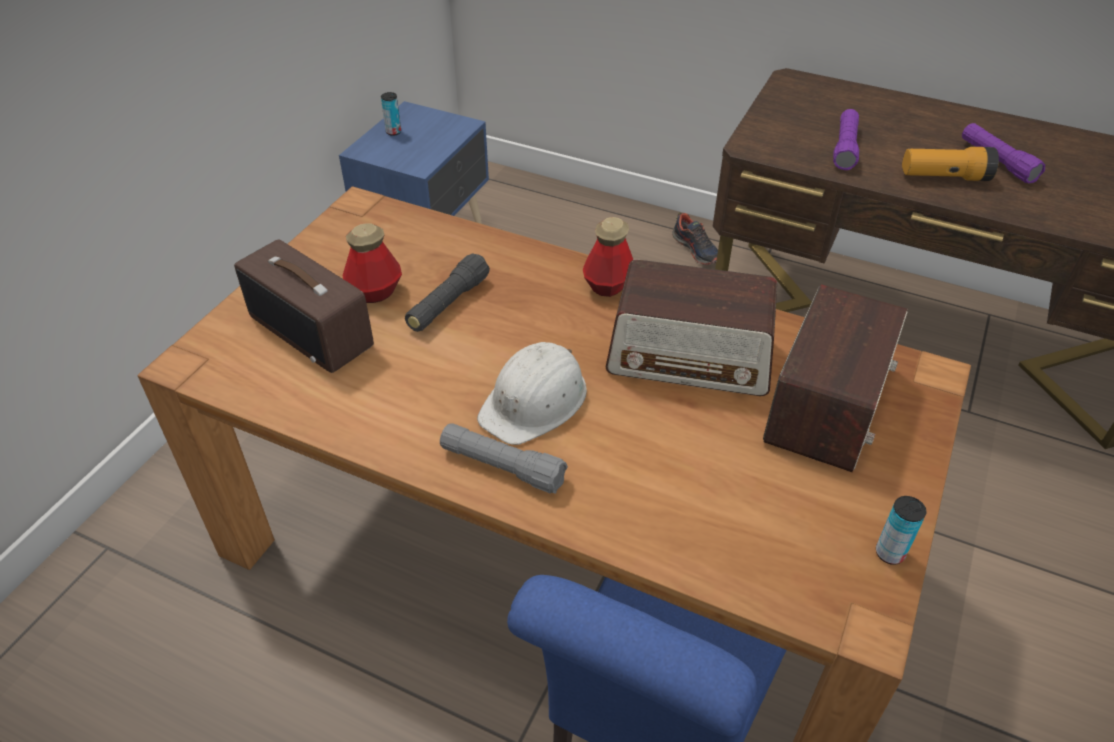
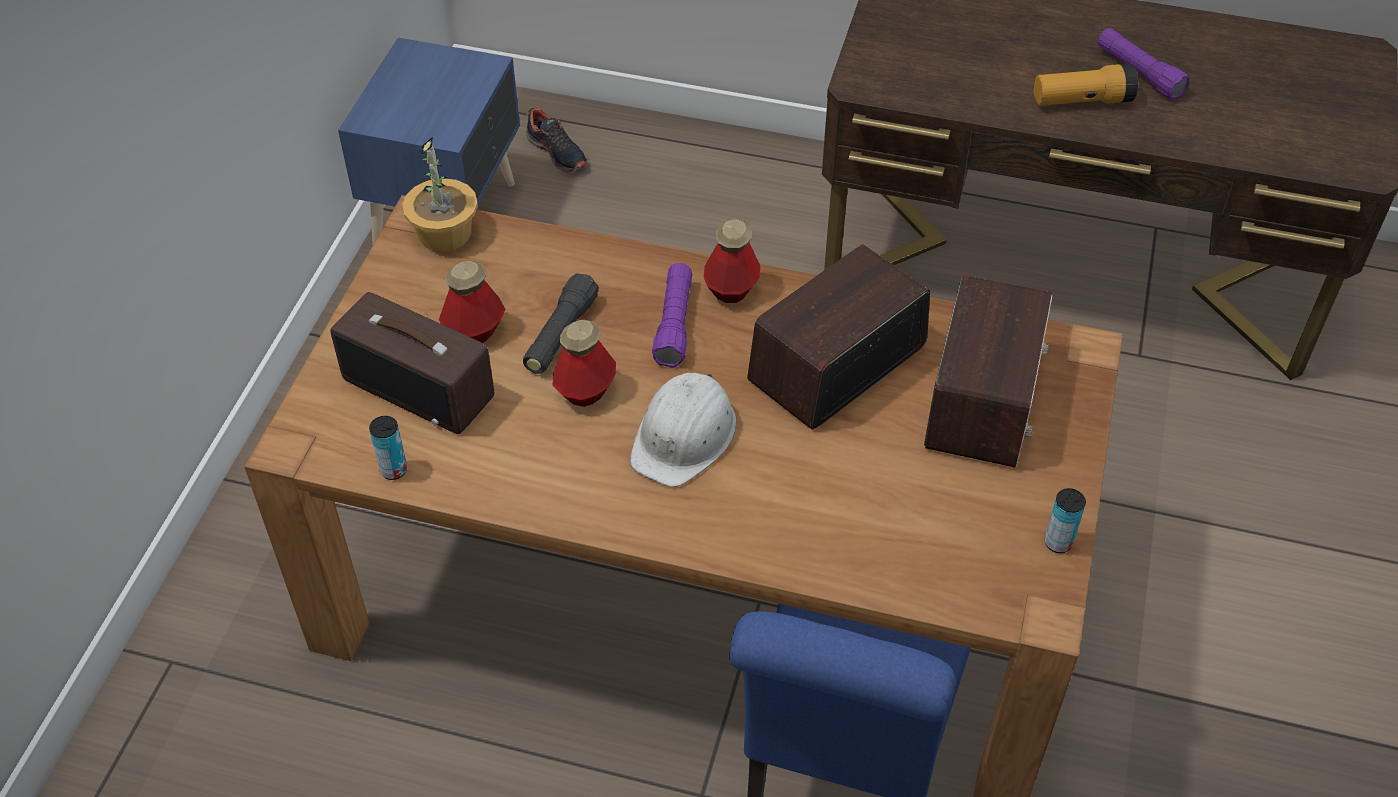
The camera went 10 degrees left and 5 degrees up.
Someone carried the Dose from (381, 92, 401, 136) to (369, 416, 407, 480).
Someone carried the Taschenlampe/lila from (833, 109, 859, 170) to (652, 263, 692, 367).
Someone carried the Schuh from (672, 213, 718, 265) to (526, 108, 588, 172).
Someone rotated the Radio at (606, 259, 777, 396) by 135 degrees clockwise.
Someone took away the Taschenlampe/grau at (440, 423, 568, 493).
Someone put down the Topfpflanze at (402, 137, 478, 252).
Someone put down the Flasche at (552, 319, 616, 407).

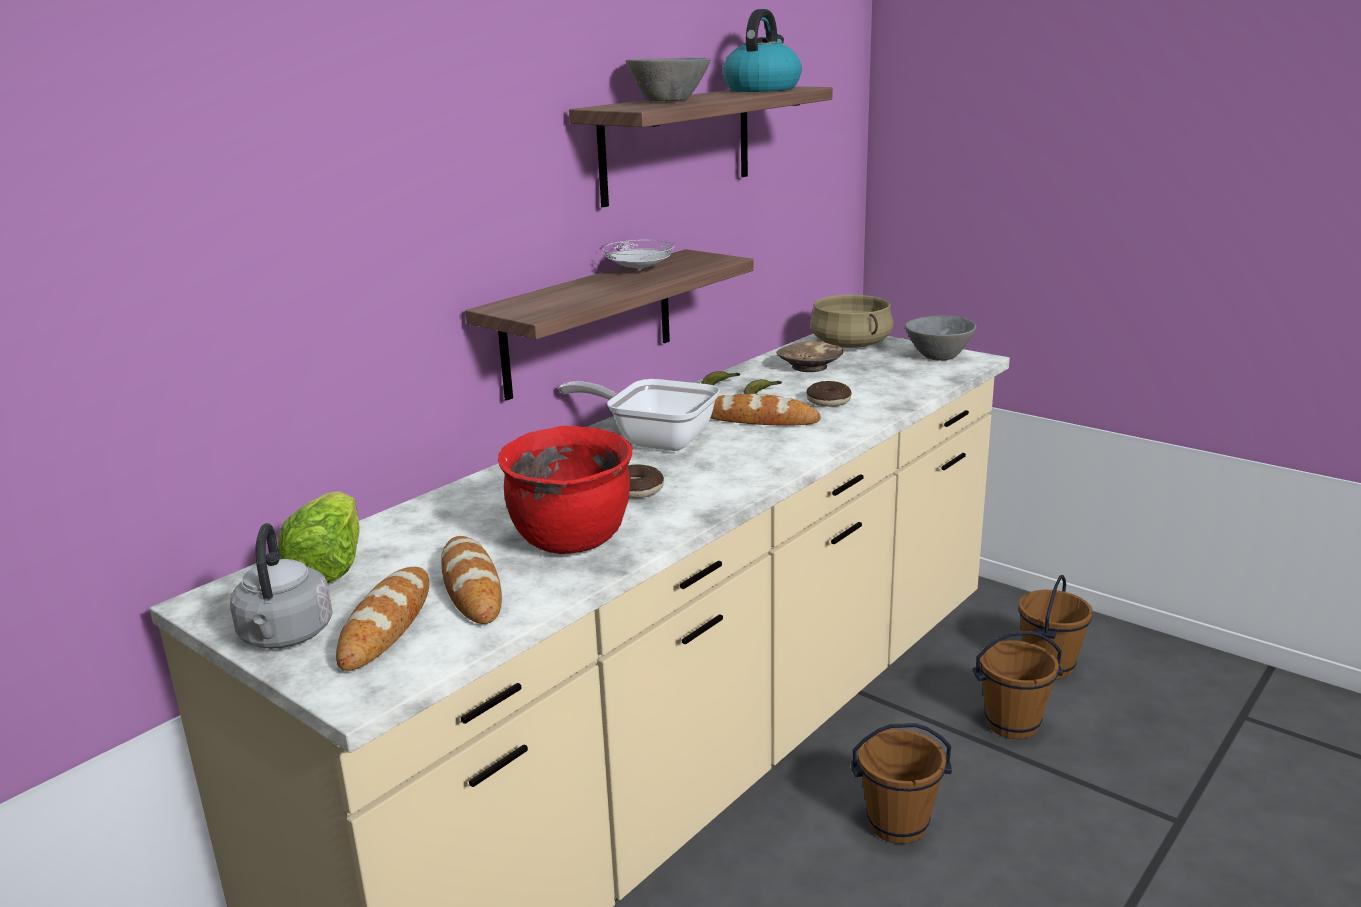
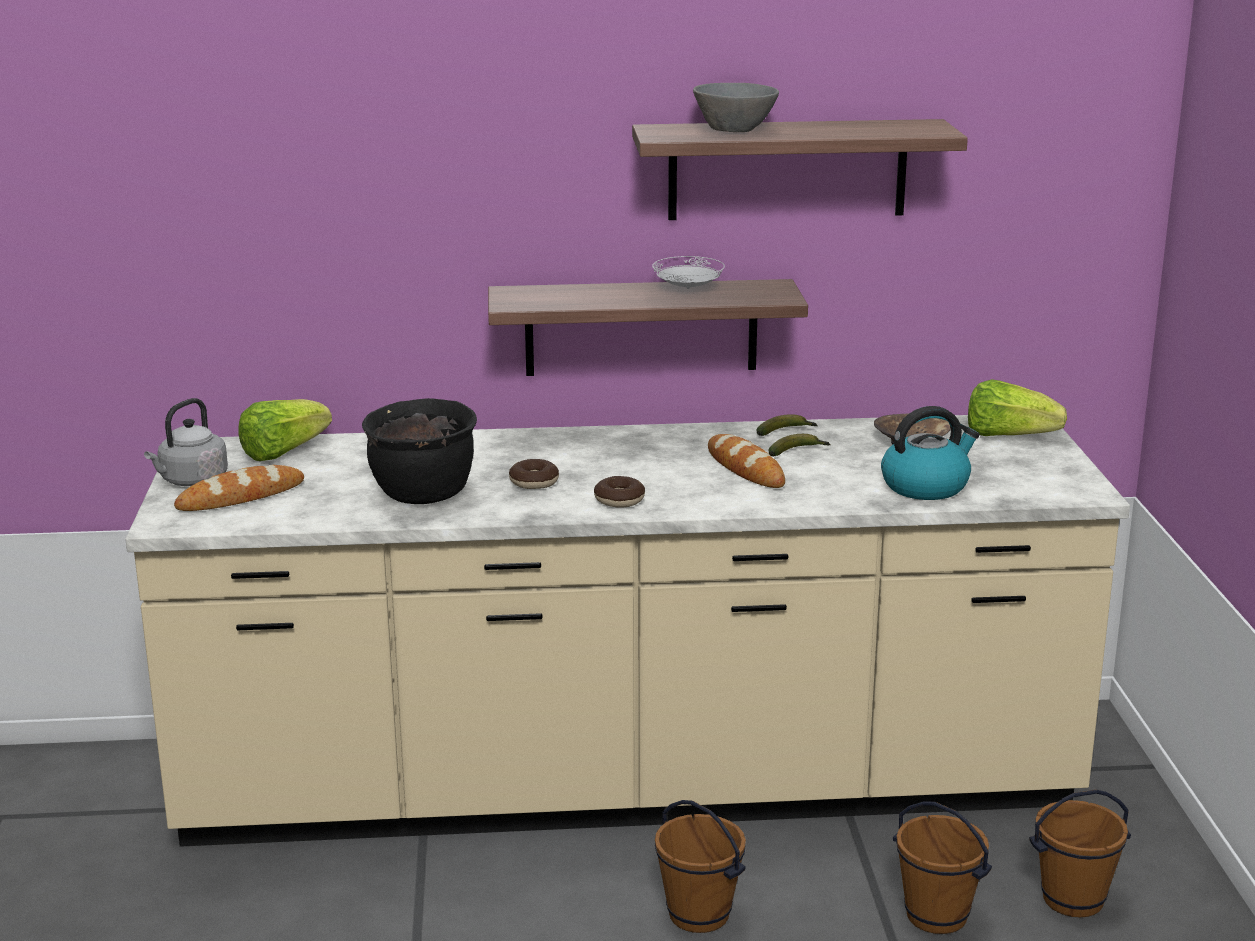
The camera went 45 degrees right and 0 degrees up.
Someone carried the Wasserkessel from (723, 9, 802, 92) to (881, 406, 980, 500).
Someone swapped the Kochtopf/beige at (810, 295, 893, 348) for the Salatkopf at (968, 379, 1067, 436).
Someone took away the Schüssel/grau at (905, 316, 976, 361).
Someone took away the Pfanne at (559, 379, 720, 451).
Someone carried the Donut from (806, 381, 852, 407) to (594, 476, 645, 508).
Someone repainted the Kochtopf/rot at (498, 426, 632, 554), which became the Kochtopf/schwarz at (362, 398, 477, 504).
Someone took away the Brot at (442, 536, 502, 624).

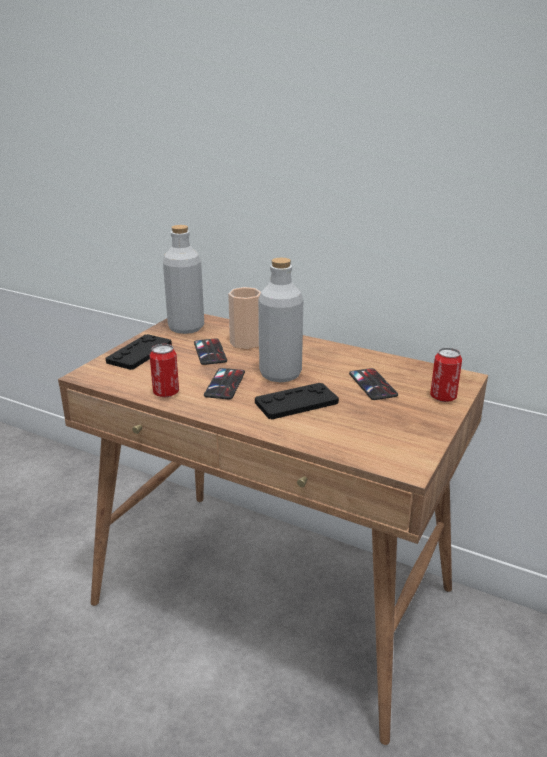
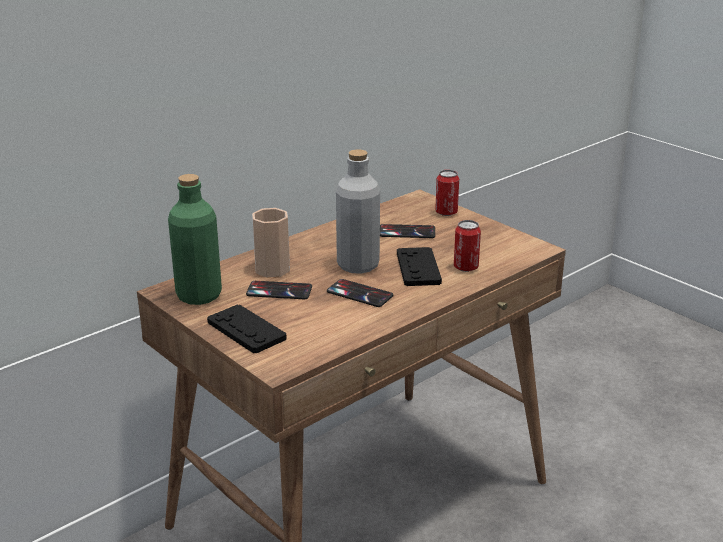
The camera went 70 degrees left and 0 degrees up.
Someone repainted the Flasche/grau at (163, 225, 204, 334), which became the Flasche/grün at (168, 174, 222, 305).
Someone carried the Dose from (149, 344, 179, 397) to (454, 220, 481, 272).

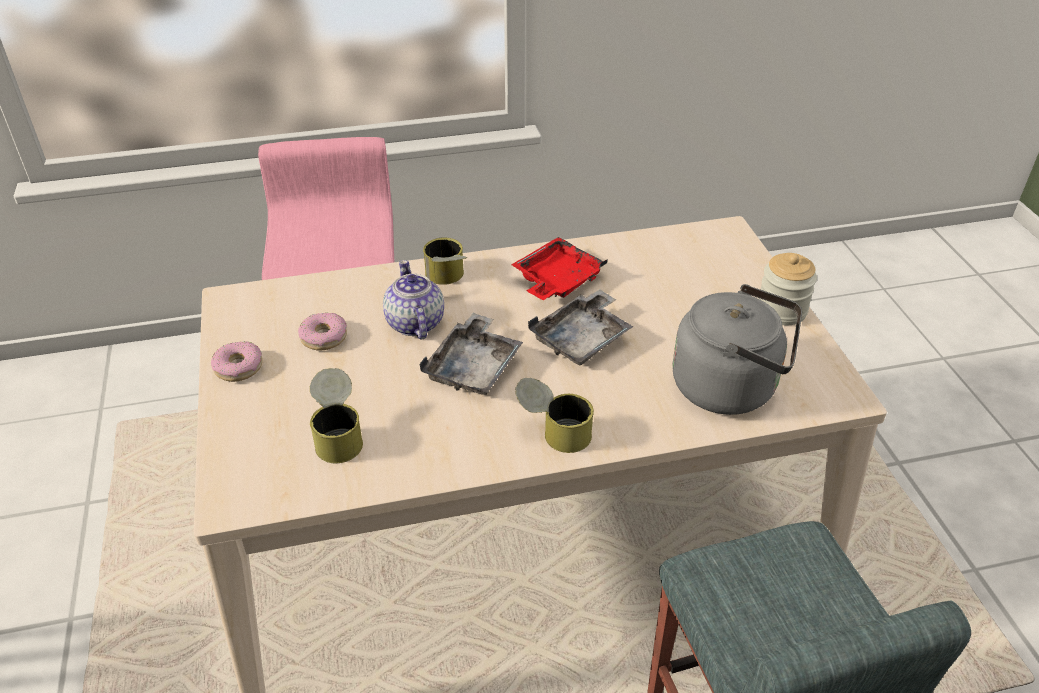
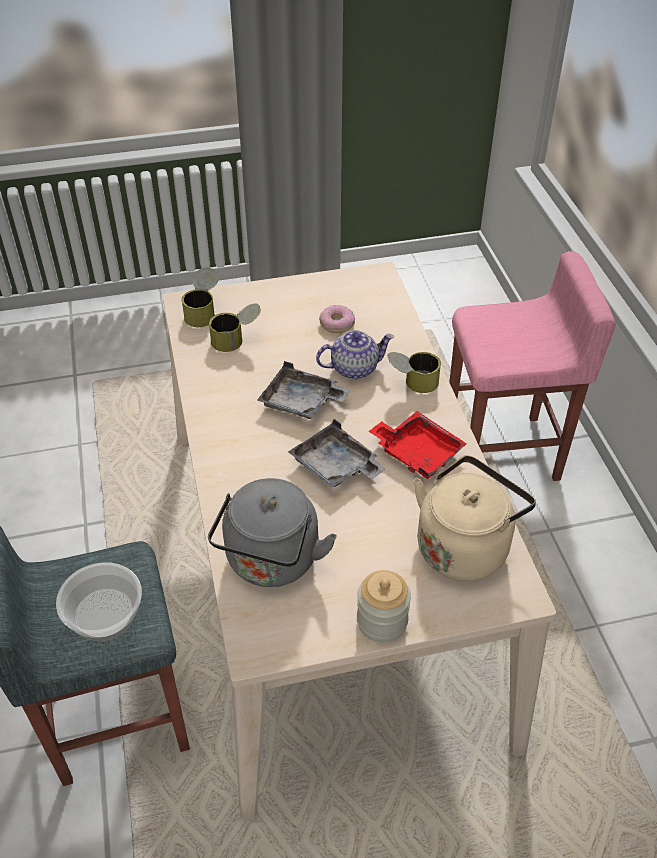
The camera went 90 degrees right and 5 degrees up.
Someone took away the Donut at (211, 341, 262, 382).
Someone carried the Dose from (515, 378, 594, 453) to (182, 267, 218, 327).
Someone put down the Wasserkessel/beige at (414, 455, 536, 581).
Someone put down the Schüssel at (56, 562, 142, 641).

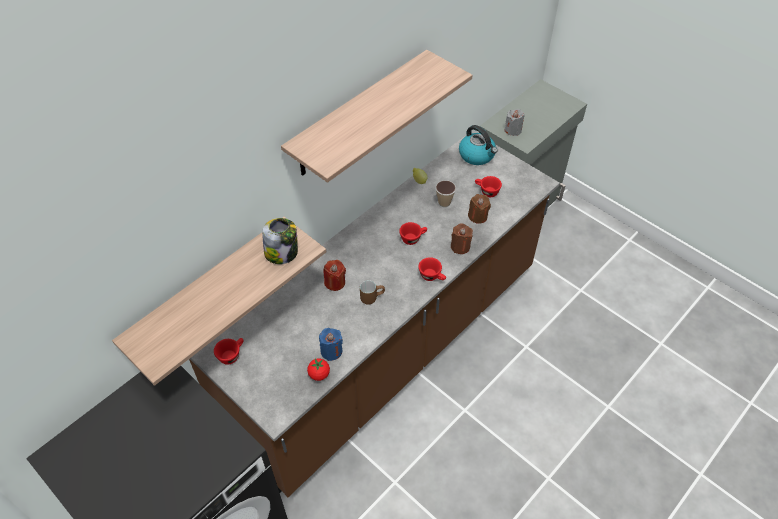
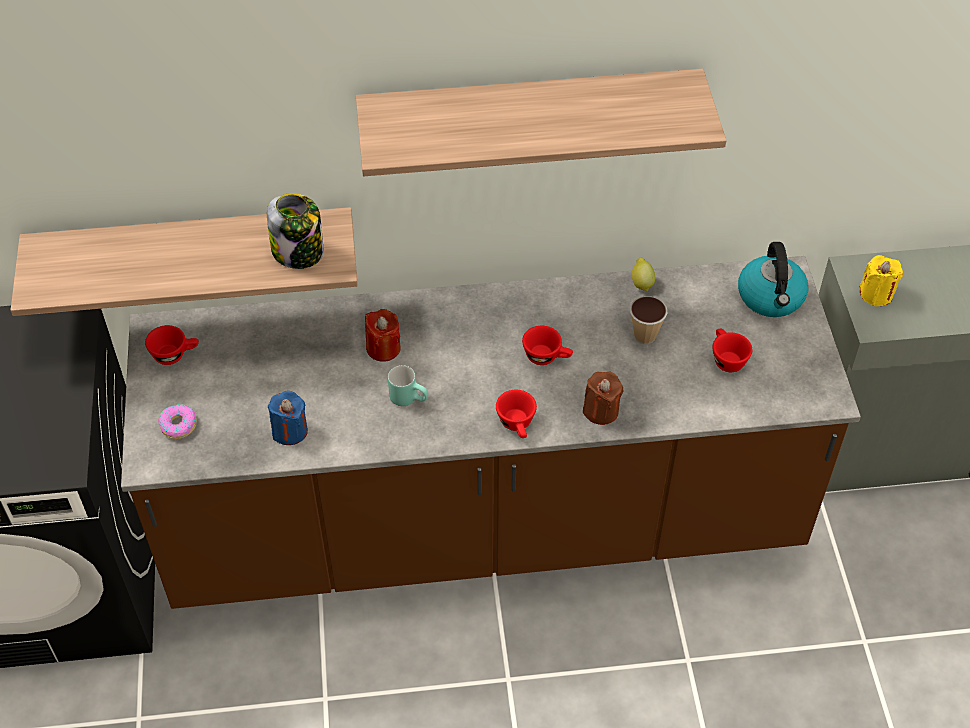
The camera went 40 degrees right and 0 degrees up.
Someone repainted the Kerze/grau at (504, 109, 525, 136), which became the Kerze/gelb at (859, 255, 903, 306).
Someone took away the Kerze/braun at (468, 194, 491, 224).
Someone repainted the Henkelbecher/braun at (360, 280, 385, 305), which became the Henkelbecher/türkis at (388, 365, 429, 406).
Someone took away the Tomate at (307, 359, 330, 381).
Someone put down the Donut at (158, 404, 197, 439).

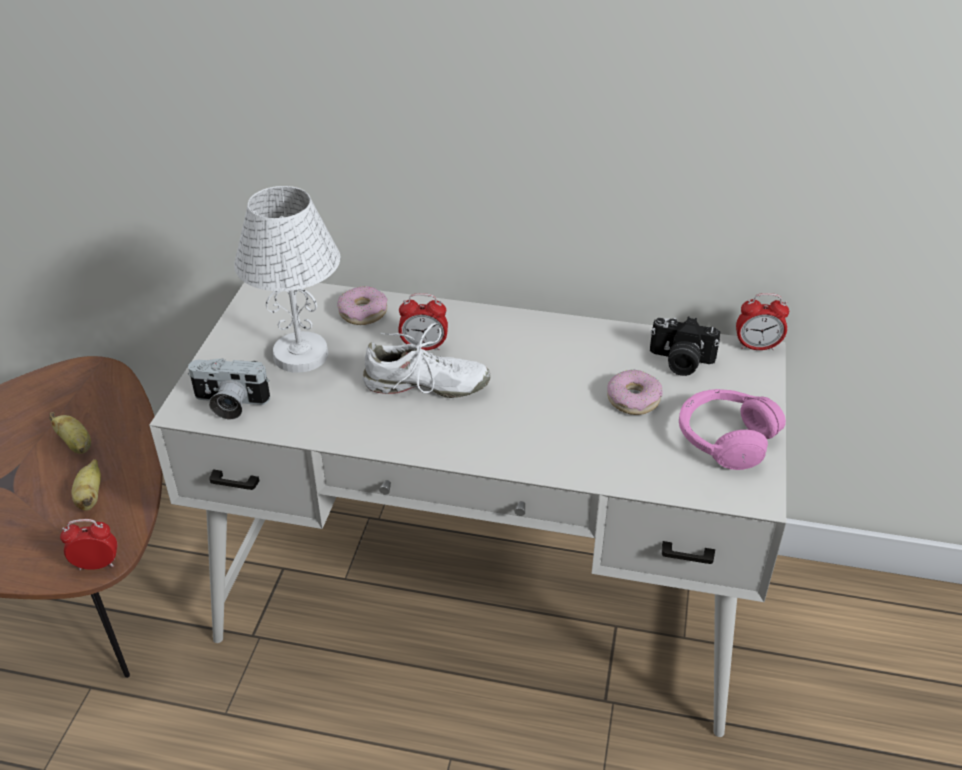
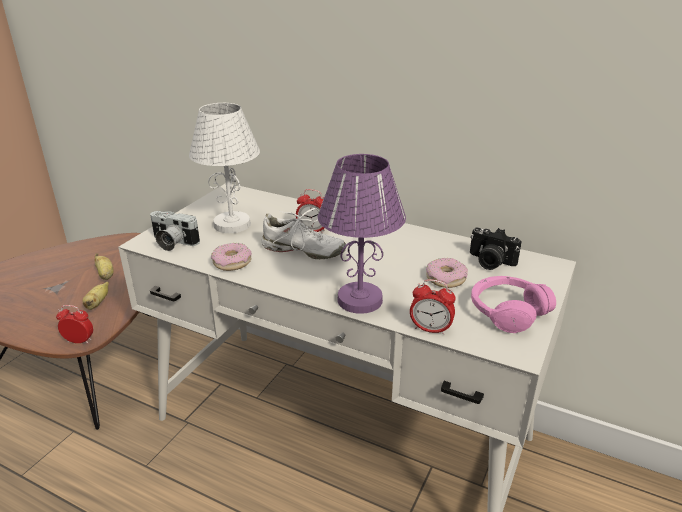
The camera went 15 degrees right and 10 degrees down.
Someone carried the Donut from (337, 286, 387, 325) to (211, 243, 252, 271).
Someone carried the Wecker from (736, 293, 789, 351) to (410, 279, 456, 335).
Someone put down the Tischlampe/lila at (318, 154, 406, 314).

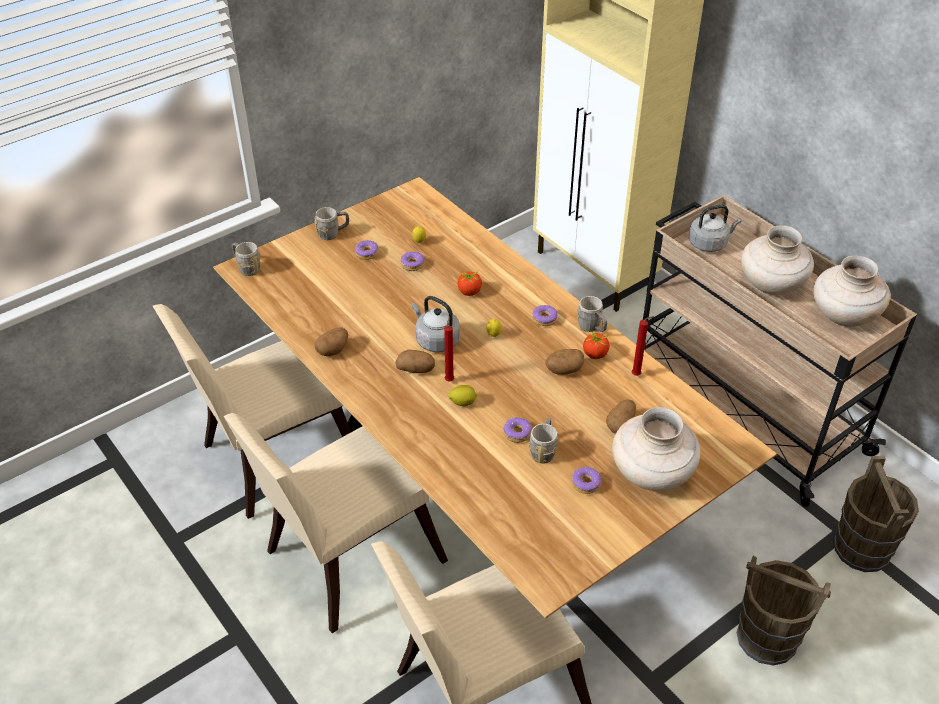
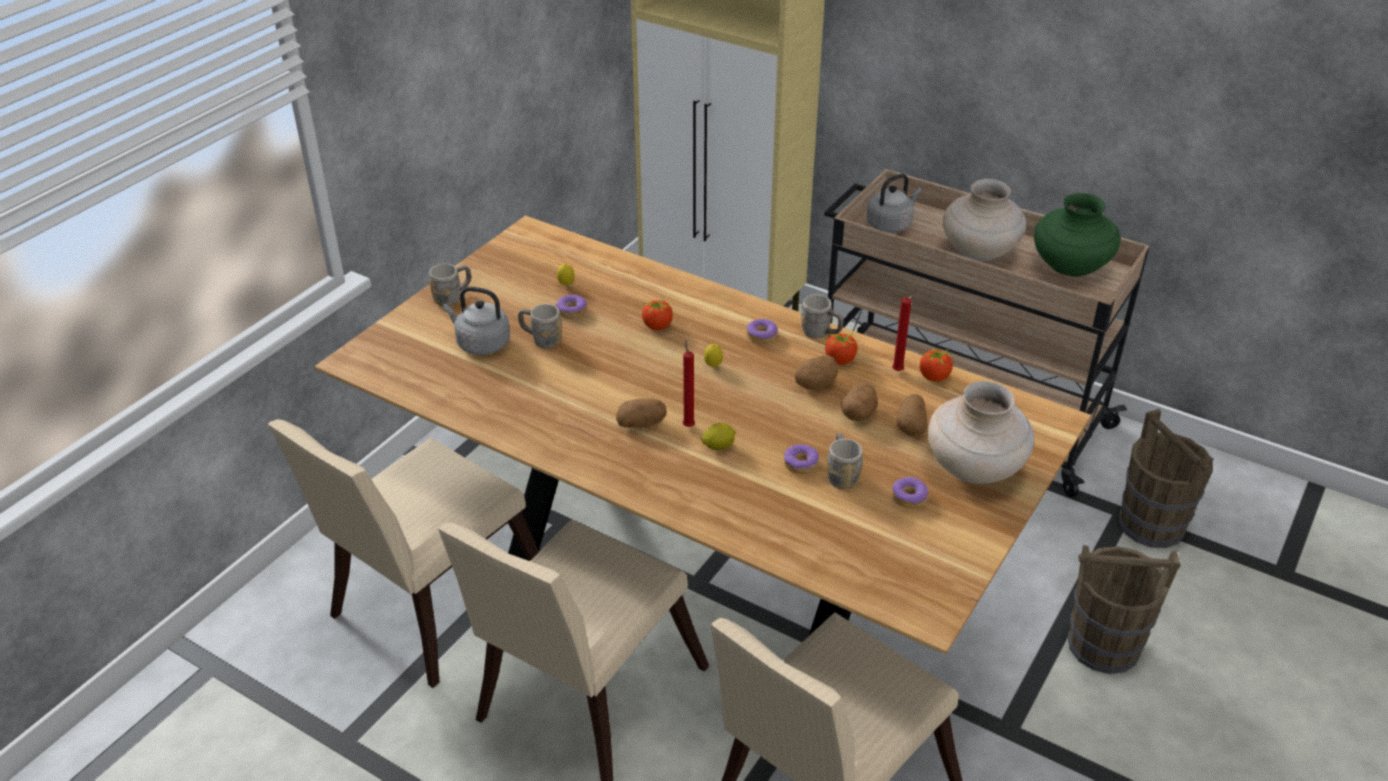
The camera went 20 degrees left and 5 degrees down.
Someone took away the Donut at (355, 240, 379, 260).
Someone carried the Henkelbecher/grau from (231, 242, 260, 276) to (518, 304, 562, 348).
Someone repainted the Vase/beige at (813, 256, 891, 327), which became the Vase/grün at (1034, 193, 1121, 276).
Someone carried the Wasserkessel/grau from (412, 296, 460, 352) to (443, 287, 510, 355).
Someone carried the Kartoffel from (315, 327, 348, 356) to (841, 382, 878, 421).
Someone put down the Tomate at (919, 347, 953, 381).

